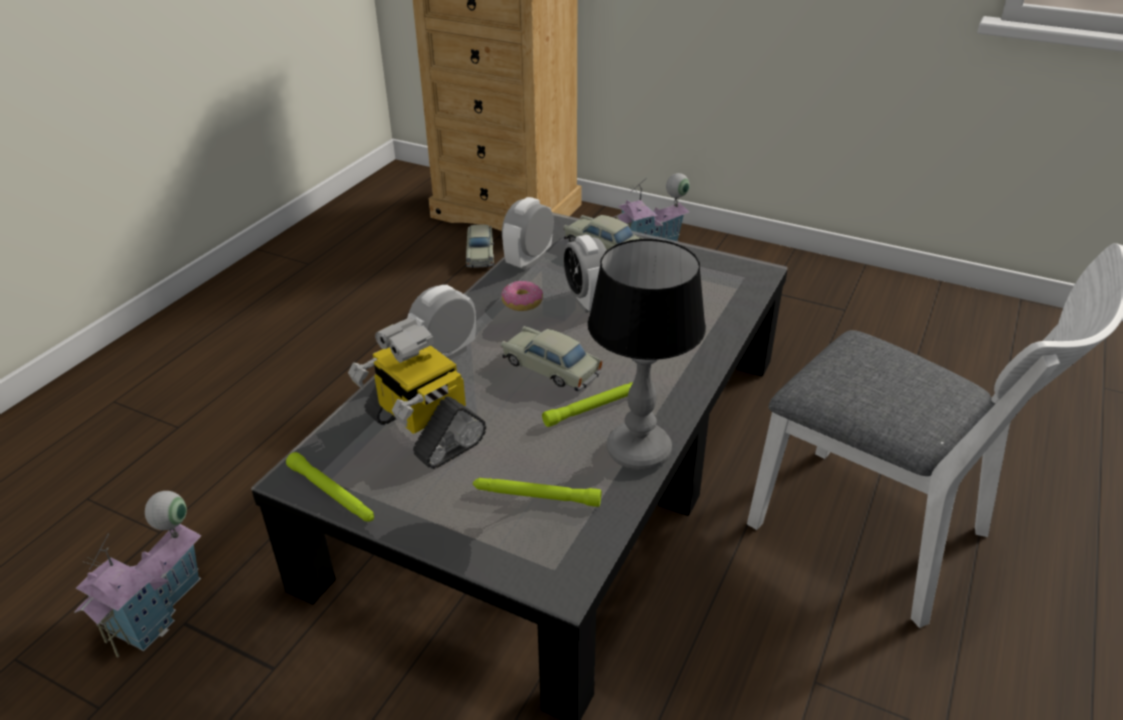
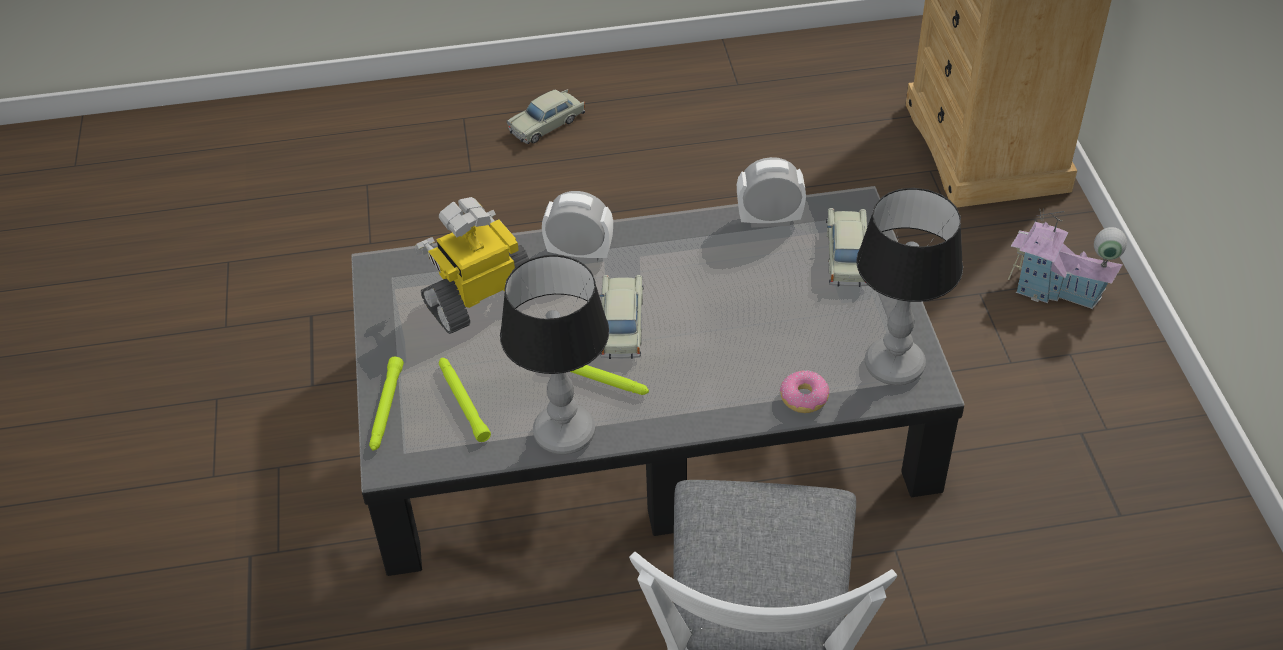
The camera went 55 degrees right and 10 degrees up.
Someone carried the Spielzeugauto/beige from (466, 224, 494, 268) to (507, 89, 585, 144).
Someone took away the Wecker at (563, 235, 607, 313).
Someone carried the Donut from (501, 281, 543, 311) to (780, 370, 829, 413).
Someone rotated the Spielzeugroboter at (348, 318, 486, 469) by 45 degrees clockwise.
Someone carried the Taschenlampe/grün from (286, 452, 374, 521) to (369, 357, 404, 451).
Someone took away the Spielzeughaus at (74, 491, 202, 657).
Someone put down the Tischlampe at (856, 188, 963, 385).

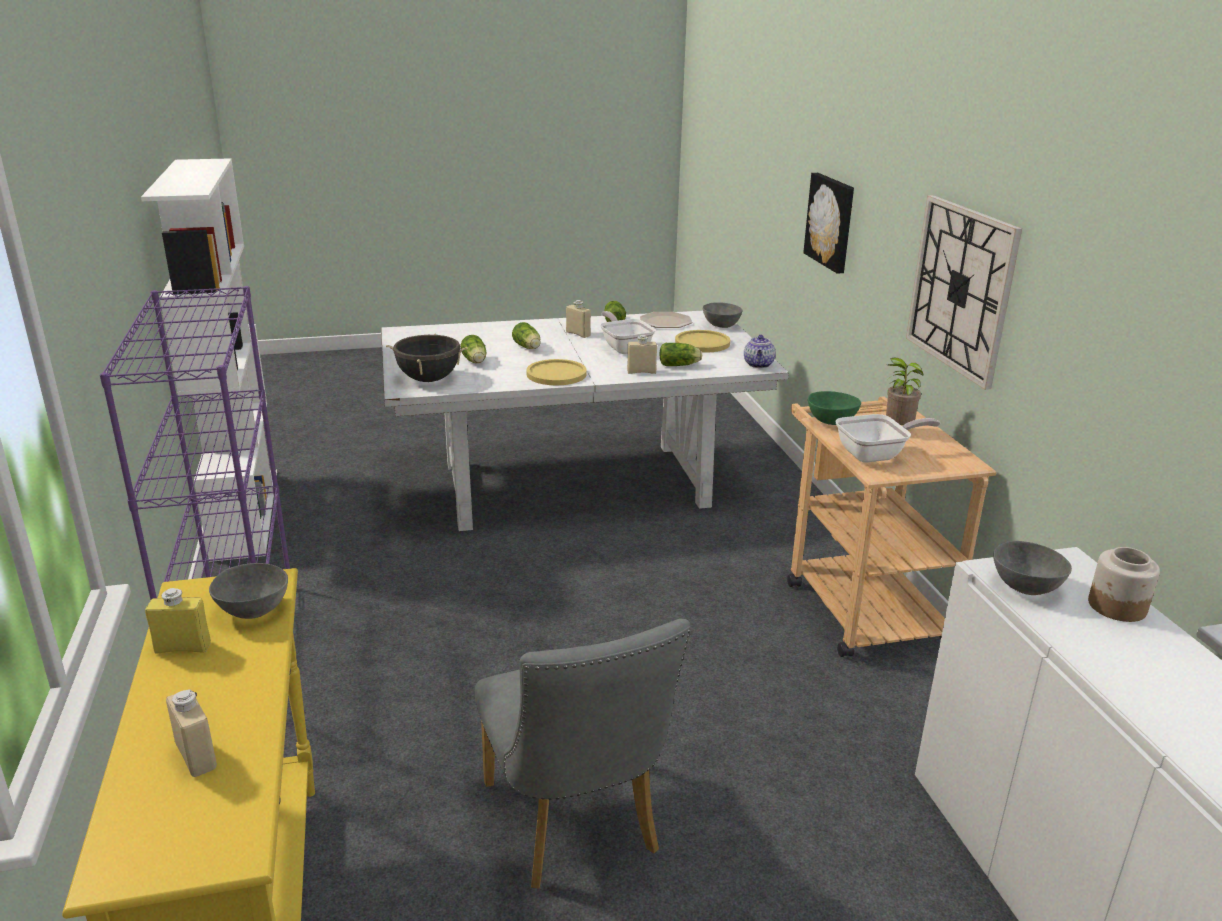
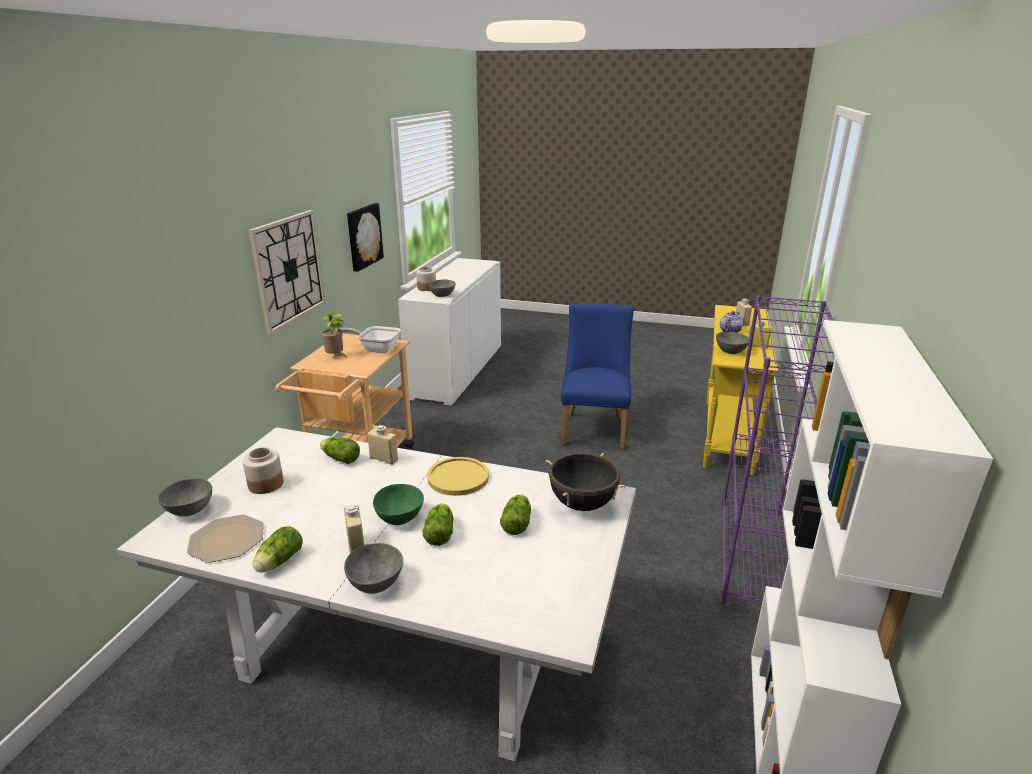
The camera went 150 degrees left and 0 degrees up.
Someone carried the Bild from (803, 173, 854, 274) to (347, 203, 384, 272).
Someone took away the Pfanne at (600, 311, 656, 354).
Someone swapped the Teller/gelb at (675, 330, 730, 352) for the Vorratsglas at (242, 447, 284, 494).
Someone carried the Teekanne from (744, 335, 776, 368) to (720, 311, 743, 333).
Someone carried the Schüssel/grün from (808, 391, 861, 425) to (373, 484, 424, 525).
Someone repainted the Stuhl/grau at (475, 619, 690, 889), which became the Stuhl/blau at (561, 303, 634, 449).
Someone put down the Schüssel/grau at (344, 543, 403, 594).

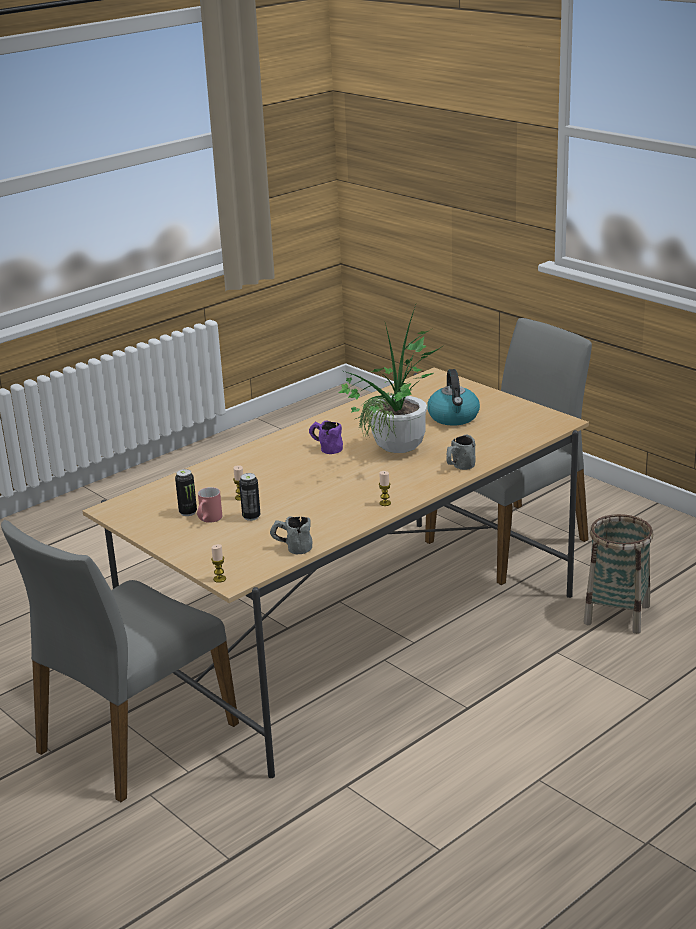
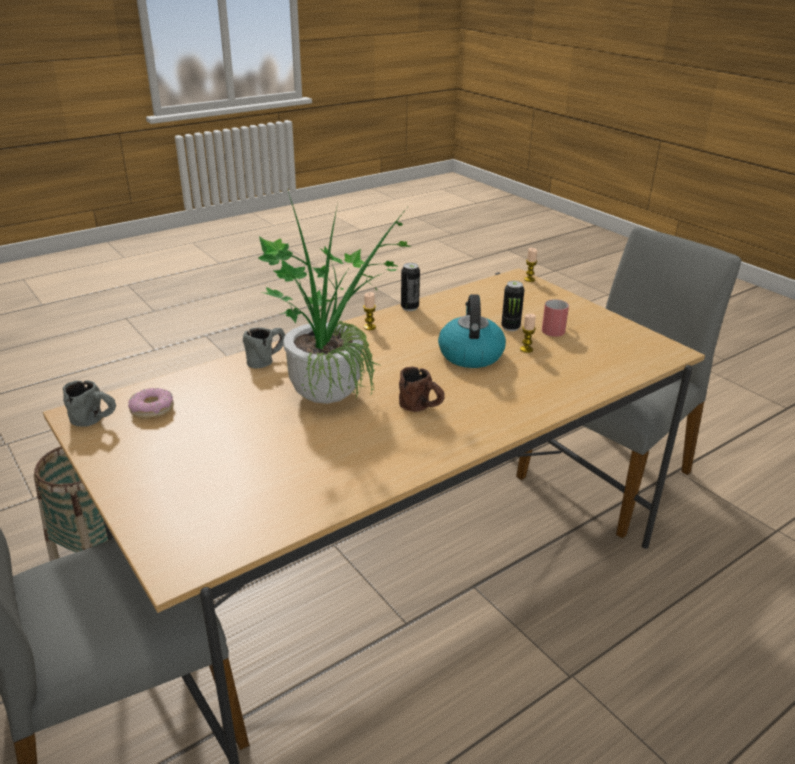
The camera went 175 degrees left and 5 degrees up.
Someone carried the Wasserkessel from (427, 369, 480, 426) to (438, 294, 506, 368).
Someone repainted the Henkelbecher/lila at (309, 420, 343, 454), which became the Henkelbecher/braun at (399, 366, 445, 412).
Someone carried the Dose from (175, 469, 197, 516) to (401, 263, 420, 311).
Someone carried the Henkelbecher/grau from (270, 516, 313, 554) to (63, 380, 116, 427).
Someone put down the Donut at (128, 388, 174, 419).

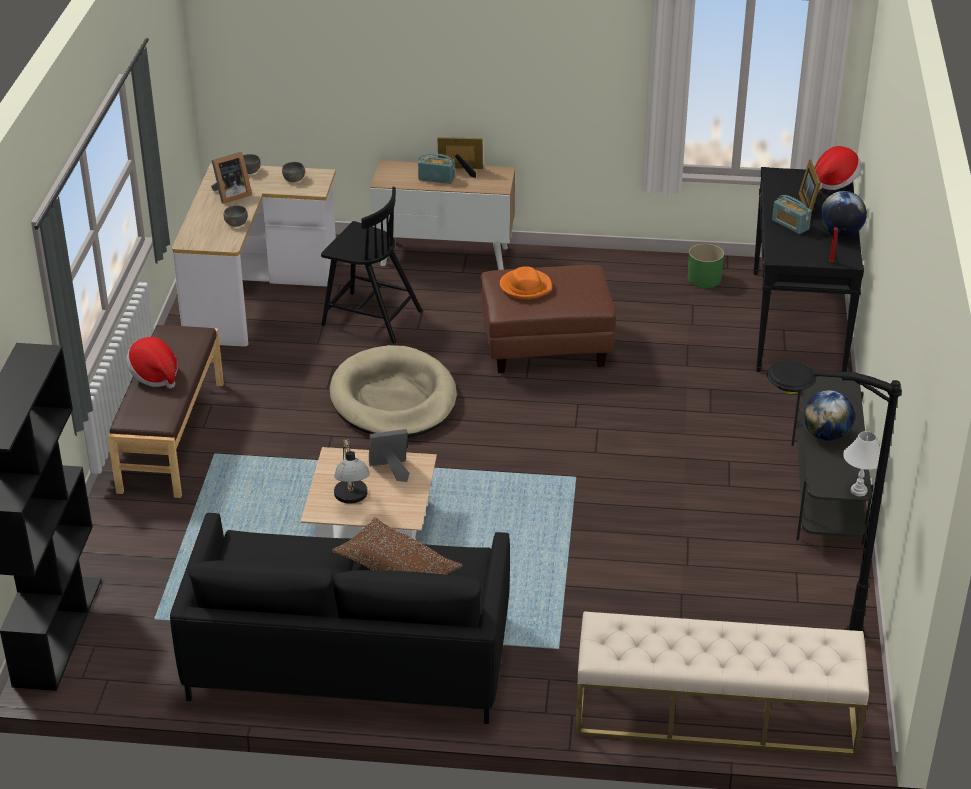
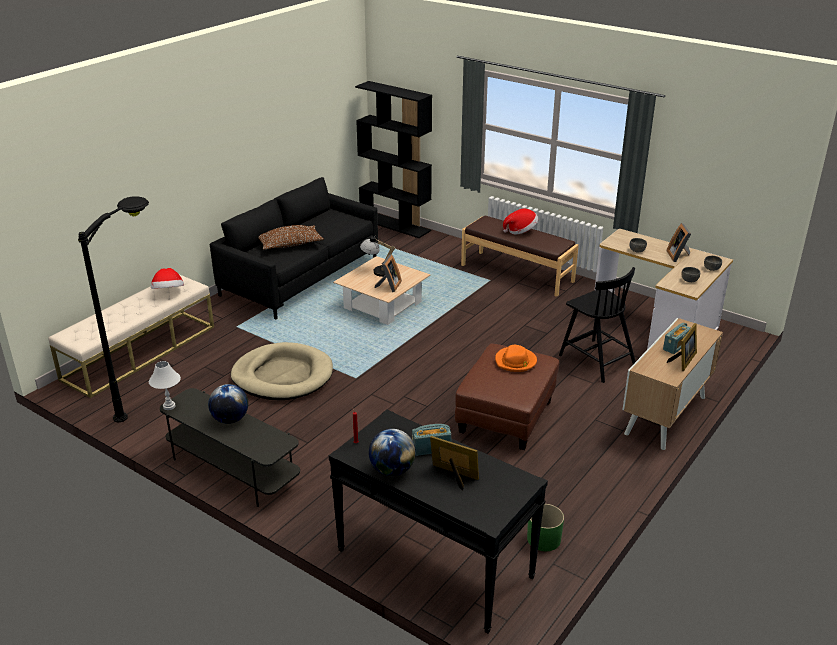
The camera went 120 degrees right and 5 degrees down.
Someone carried the Hut from (815, 146, 861, 190) to (151, 268, 184, 289).
Someone rotated the Stuhl/schwarz at (321, 187, 422, 343) by 90 degrees counterclockwise.
Someone carried the Hundebett/beige from (330, 345, 457, 438) to (231, 342, 333, 400).

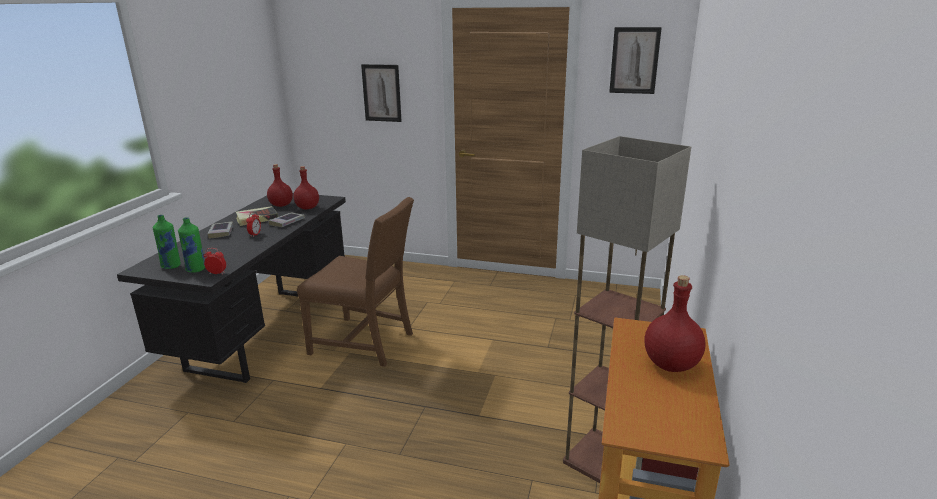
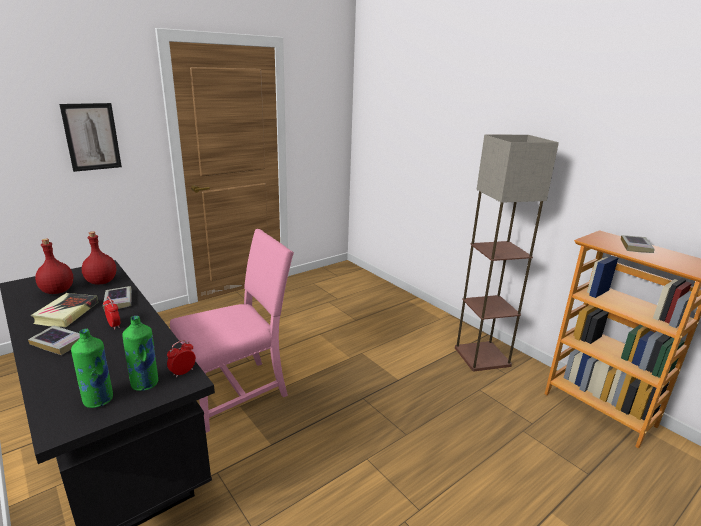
The camera went 55 degrees left and 0 degrees up.
Someone took away the Bild at (609, 27, 662, 94).
Someone repainted the Stuhl/braun at (297, 197, 414, 367), which became the Stuhl/rosa at (170, 229, 294, 433).
Someone swapped the Flasche/rot at (644, 275, 706, 372) for the Buch at (621, 235, 655, 253).

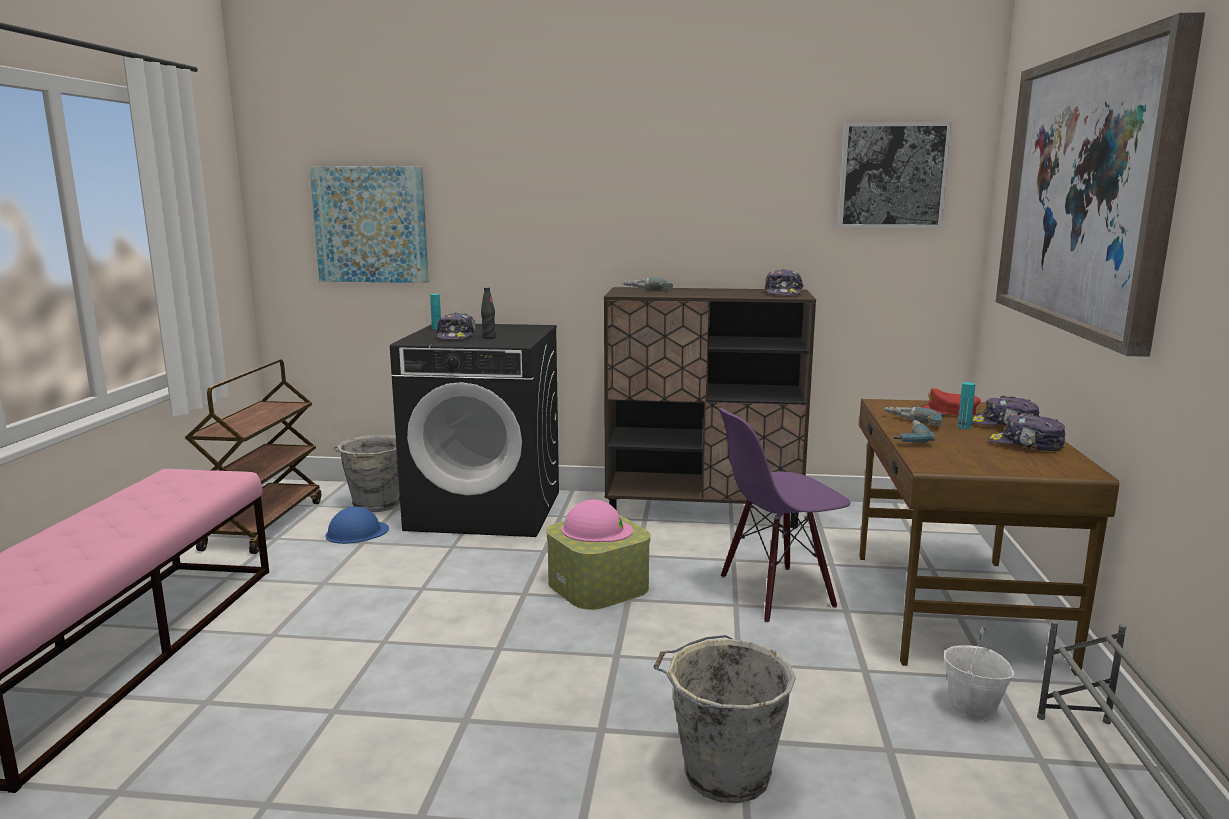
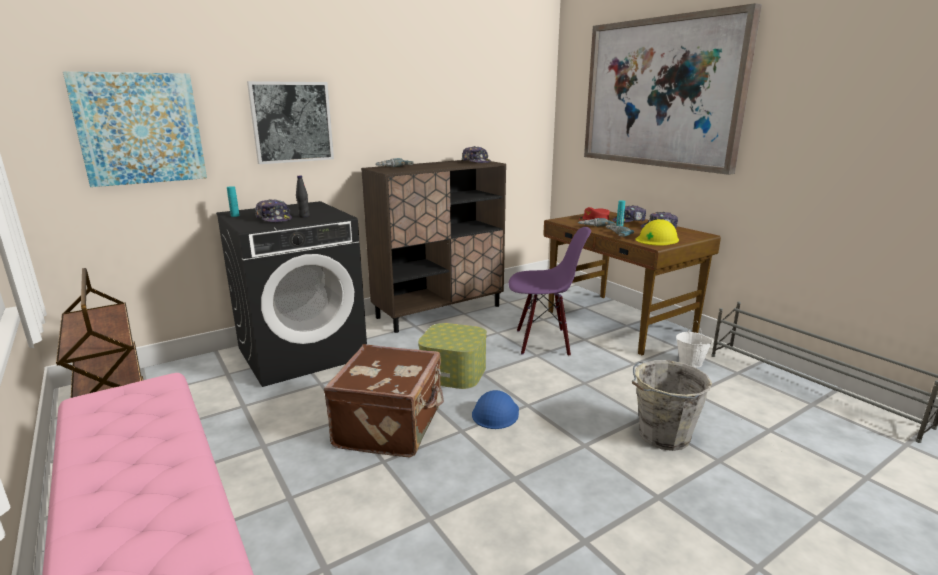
The camera went 40 degrees left and 5 degrees up.
Someone carried the Bild from (838, 122, 952, 228) to (247, 81, 334, 164).
Someone rotated the Stuhl/lila at (718, 408, 850, 622) by 120 degrees counterclockwise.
Someone took away the Eimer/grau at (333, 435, 400, 512).
Someone took away the Schutzhelm/rosa at (562, 499, 633, 542).
Someone carried the Schutzhelm/blau from (325, 507, 389, 544) to (472, 390, 519, 429).
Someone put down the Schutzhelm/gelb at (636, 219, 679, 246).
Someone put down the Koffer/braun at (324, 344, 444, 457).

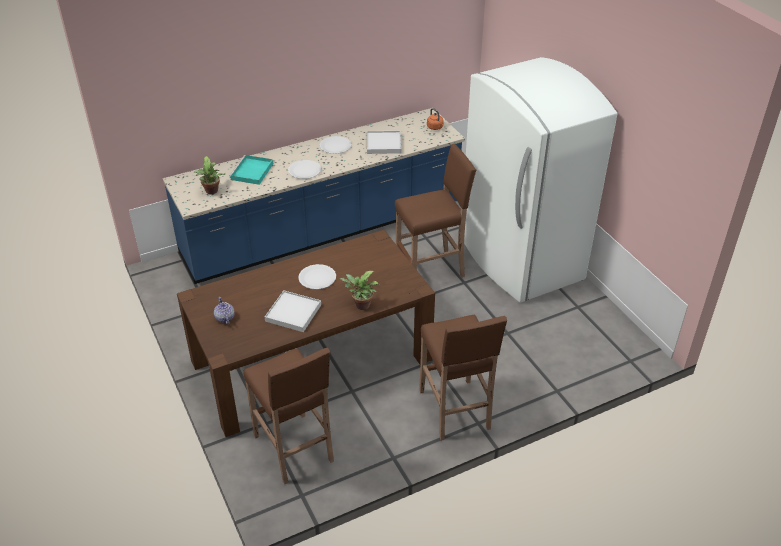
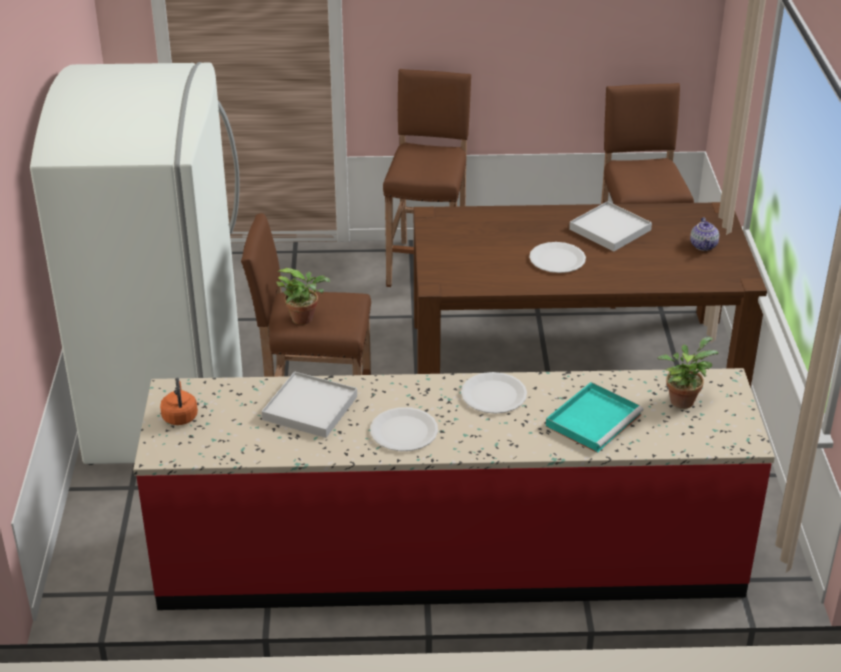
The camera went 155 degrees left and 5 degrees down.
Someone repainted the Küchenzeile/blau at (163, 108, 465, 284), which became the Küchenzeile/rot at (133, 368, 775, 610).
Someone carried the Topfpflanze from (340, 271, 379, 310) to (276, 268, 330, 325).

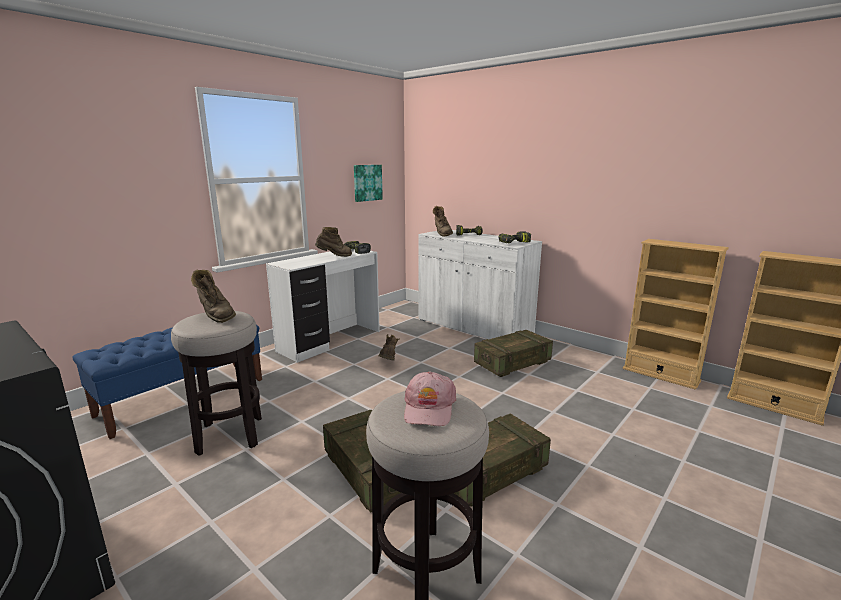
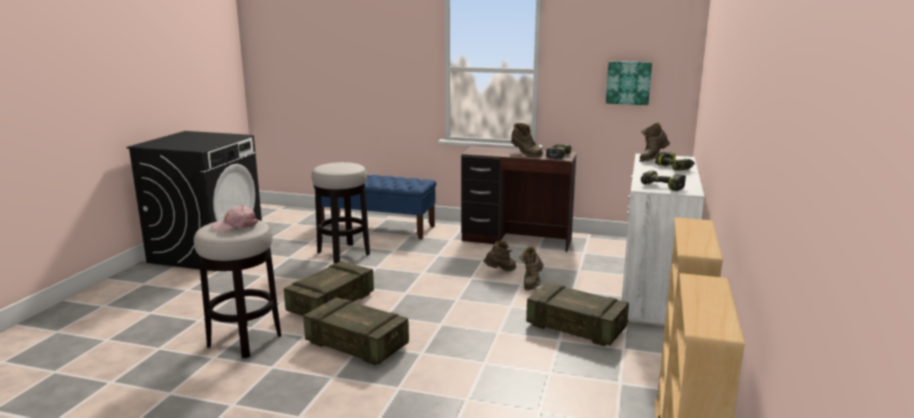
The camera went 65 degrees right and 0 degrees up.
Someone repainted the Schreibtisch/weiß at (266, 249, 380, 362), which became the Schreibtisch/braun at (461, 146, 576, 252).
Someone carried the Stiefel/braun from (191, 269, 236, 323) to (519, 246, 544, 290).

